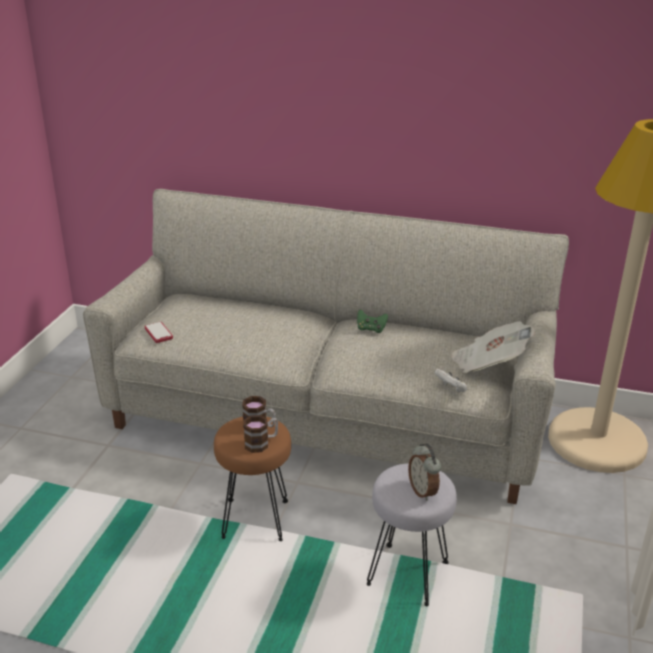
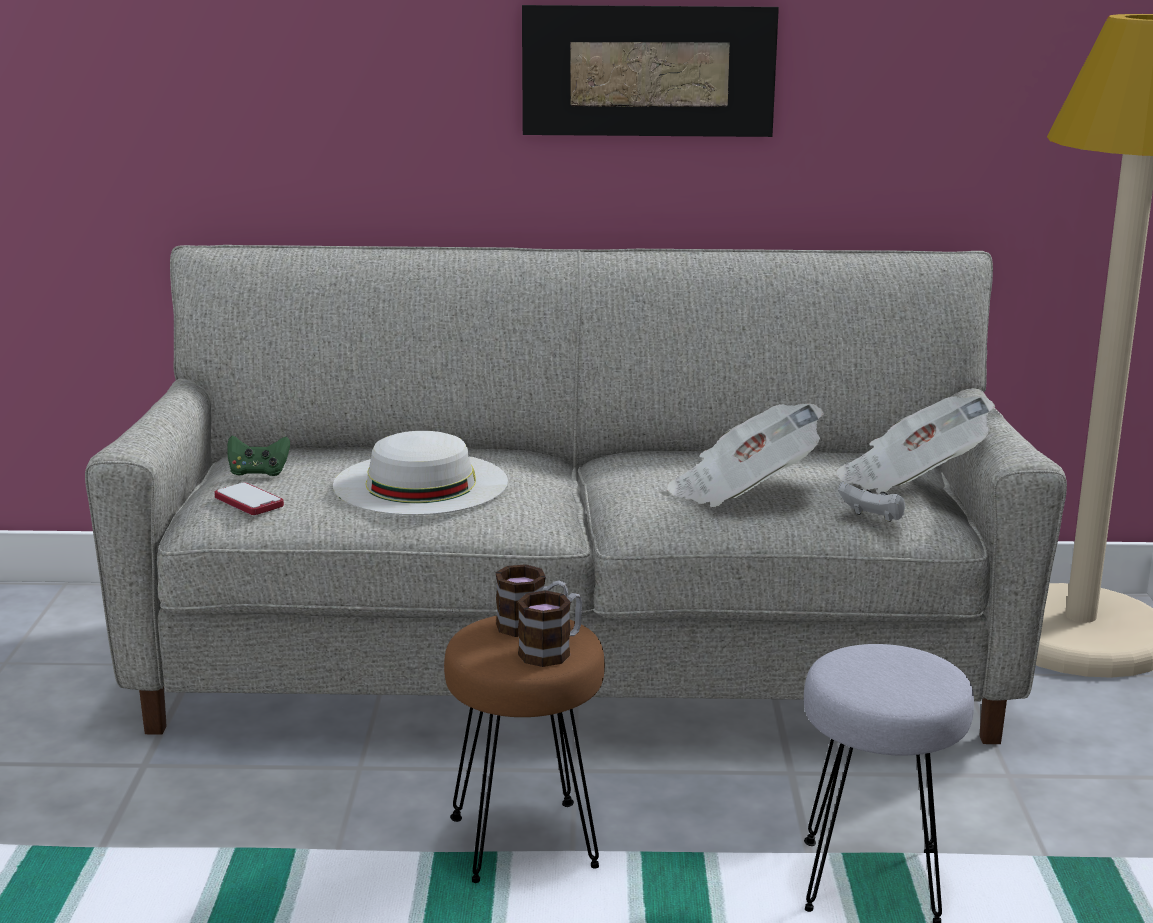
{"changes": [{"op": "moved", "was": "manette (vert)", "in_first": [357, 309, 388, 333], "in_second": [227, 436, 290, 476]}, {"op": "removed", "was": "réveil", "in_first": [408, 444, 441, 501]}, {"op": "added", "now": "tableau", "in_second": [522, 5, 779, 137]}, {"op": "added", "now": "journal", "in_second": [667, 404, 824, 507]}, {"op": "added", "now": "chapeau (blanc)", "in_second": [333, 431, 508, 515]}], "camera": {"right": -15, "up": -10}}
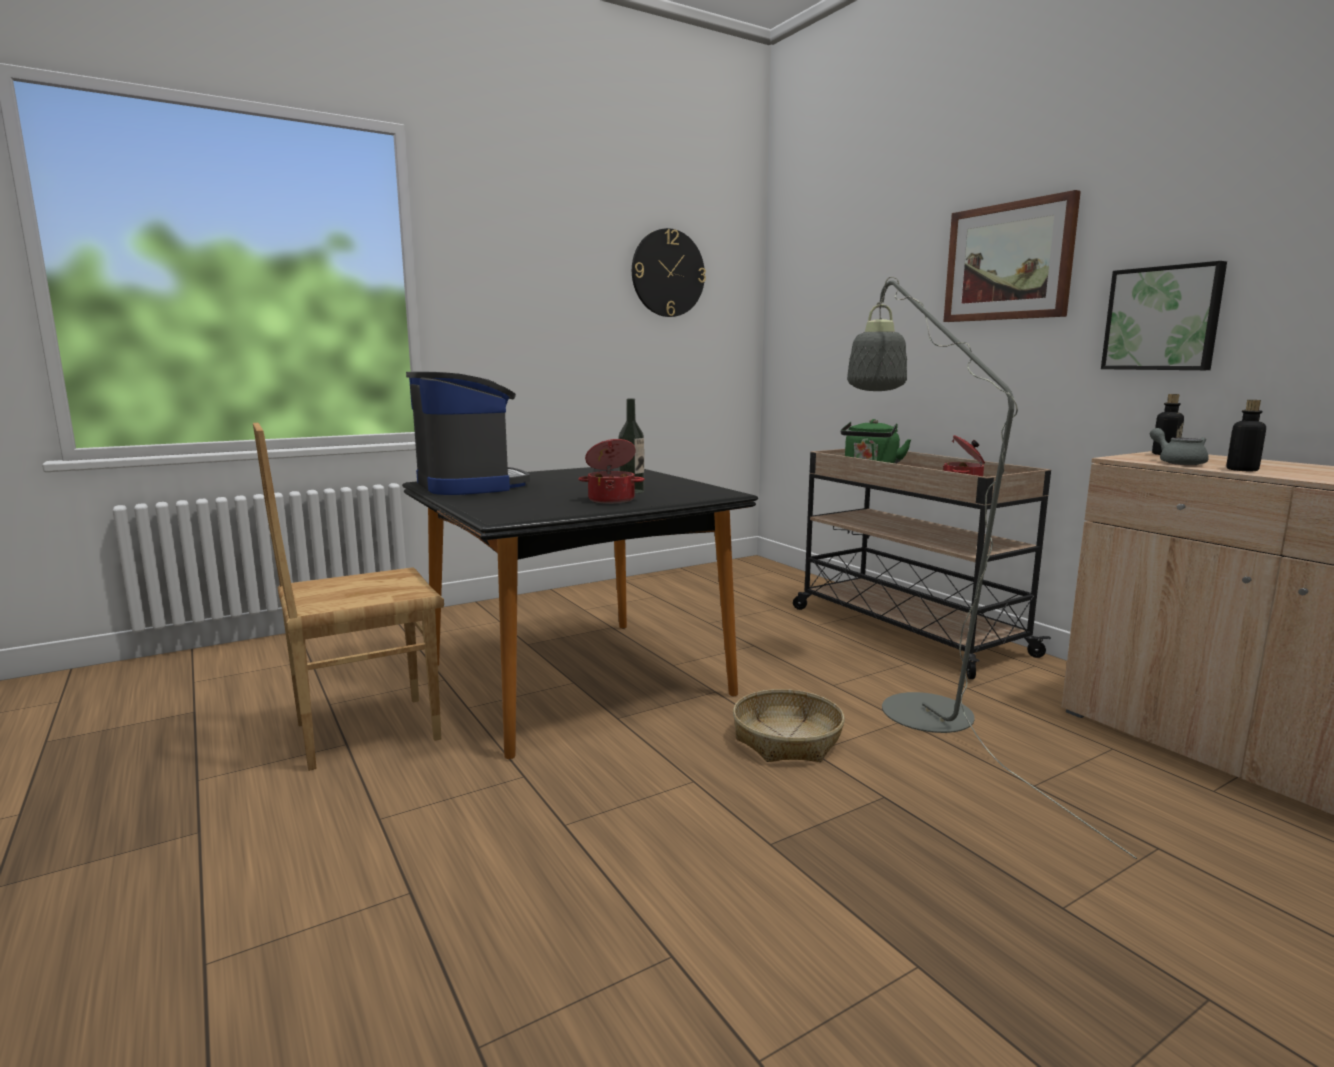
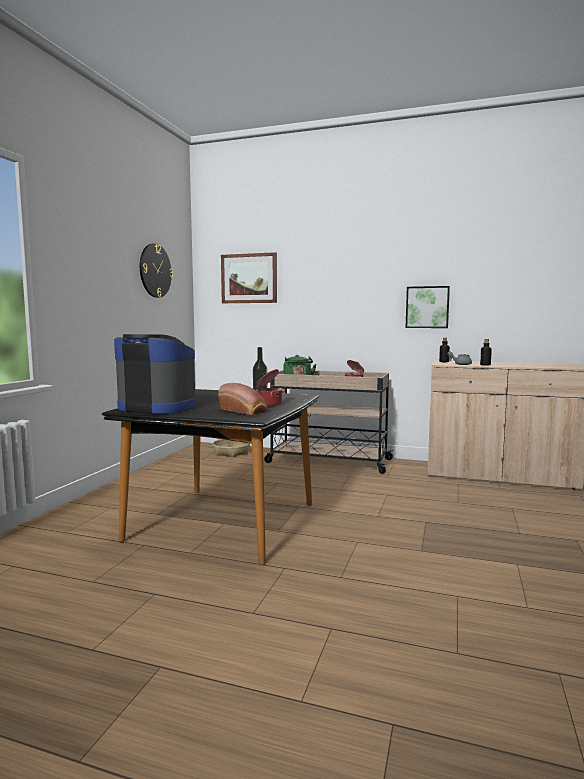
{"changes": [{"op": "moved", "was": "tableau", "in_first": [943, 190, 1081, 322], "in_second": [221, 252, 277, 303]}, {"op": "removed", "was": "lampadaire (gris)", "in_first": [847, 277, 1137, 859]}, {"op": "removed", "was": "chaise (marron)", "in_first": [253, 423, 444, 771]}, {"op": "moved", "was": "panier", "in_first": [733, 689, 845, 762], "in_second": [213, 439, 250, 457]}, {"op": "added", "now": "pain", "in_second": [218, 383, 267, 415]}], "camera": {"right": -40, "up": -5}}
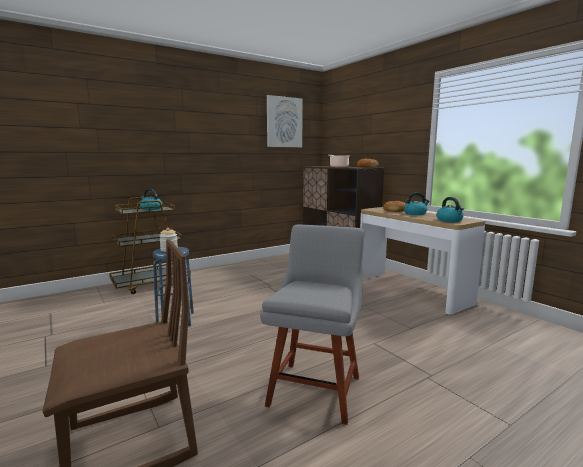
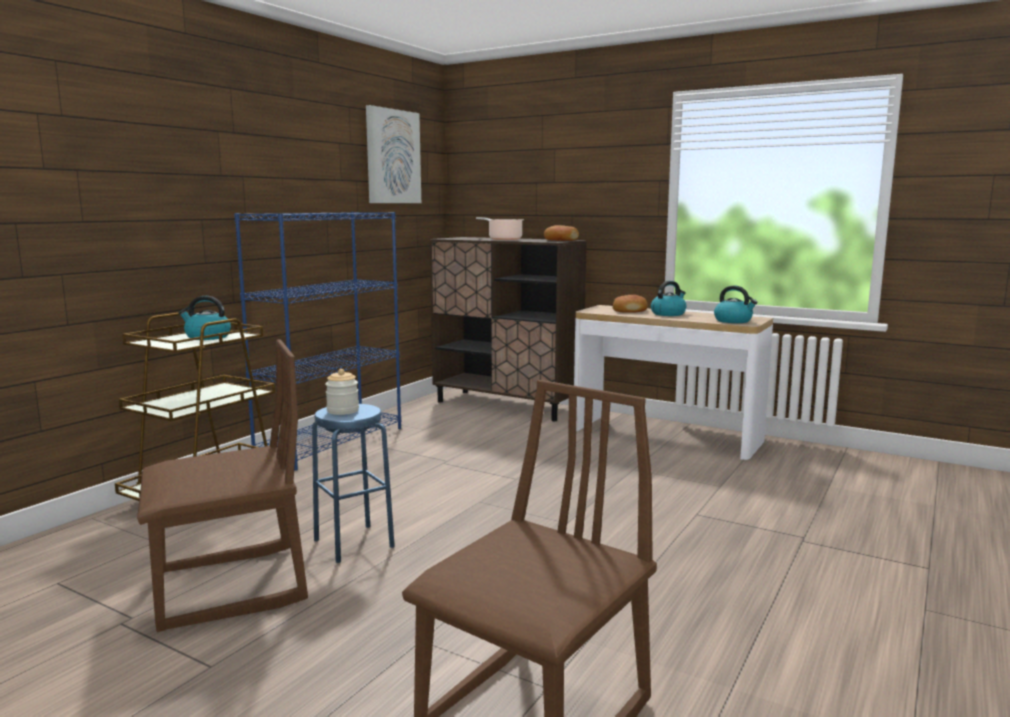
{"changes": [{"op": "removed", "was": "chaise (gris)", "in_first": [260, 224, 364, 425]}, {"op": "added", "now": "bibliothèque (bleu)", "in_second": [234, 212, 401, 471]}, {"op": "added", "now": "chaise (marron)", "in_second": [137, 339, 308, 632]}], "camera": {"right": -25, "up": 0}}
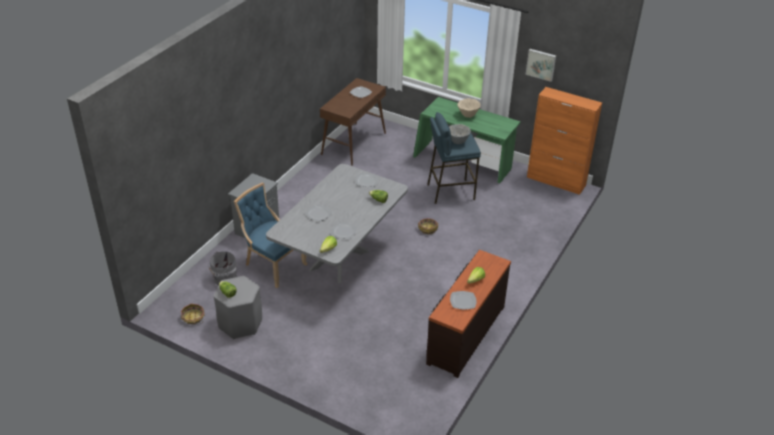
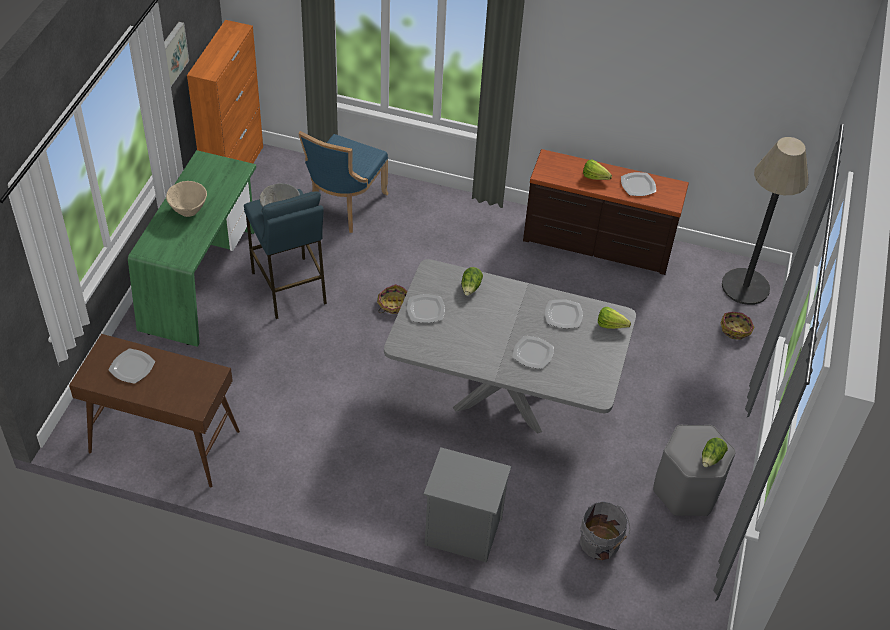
{"changes": [{"op": "moved", "was": "chaise (bleu)", "in_first": [234, 182, 307, 288], "in_second": [298, 131, 389, 233]}, {"op": "moved", "was": "panier", "in_first": [181, 303, 205, 324], "in_second": [721, 312, 754, 340]}, {"op": "added", "now": "lampadaire", "in_second": [722, 137, 809, 305]}], "camera": {"right": -105, "up": 10}}
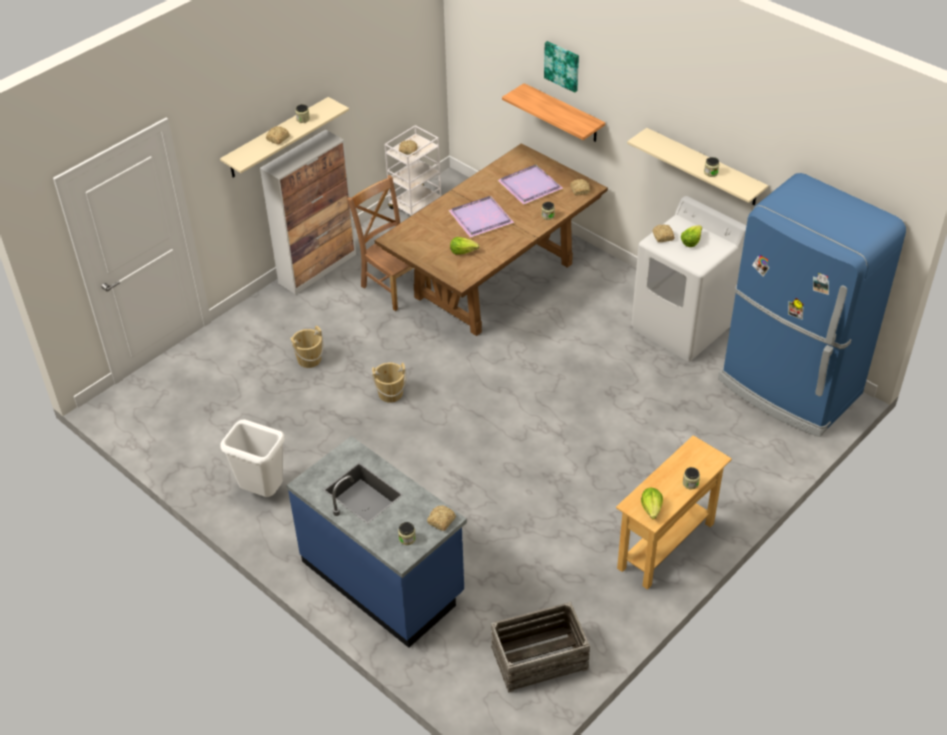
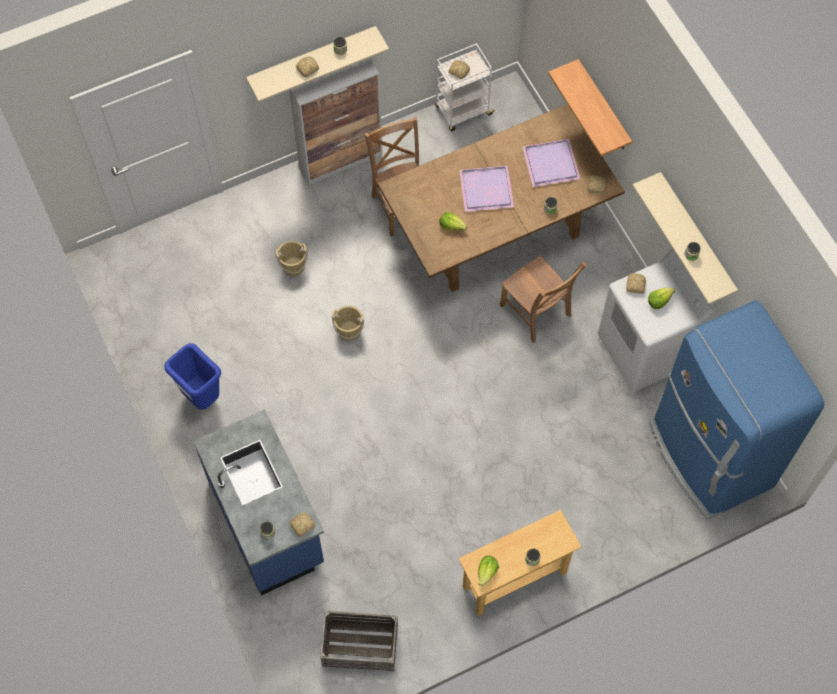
{"changes": [{"op": "removed", "was": "tableau", "in_first": [544, 41, 579, 93]}, {"op": "recoloured", "was": "poubelle (blanc)", "now": "poubelle (bleu)", "in_first": [220, 419, 285, 497], "in_second": [164, 343, 221, 410]}, {"op": "added", "now": "chaise (marron)", "in_second": [500, 256, 587, 343]}], "camera": {"right": 20, "up": 20}}
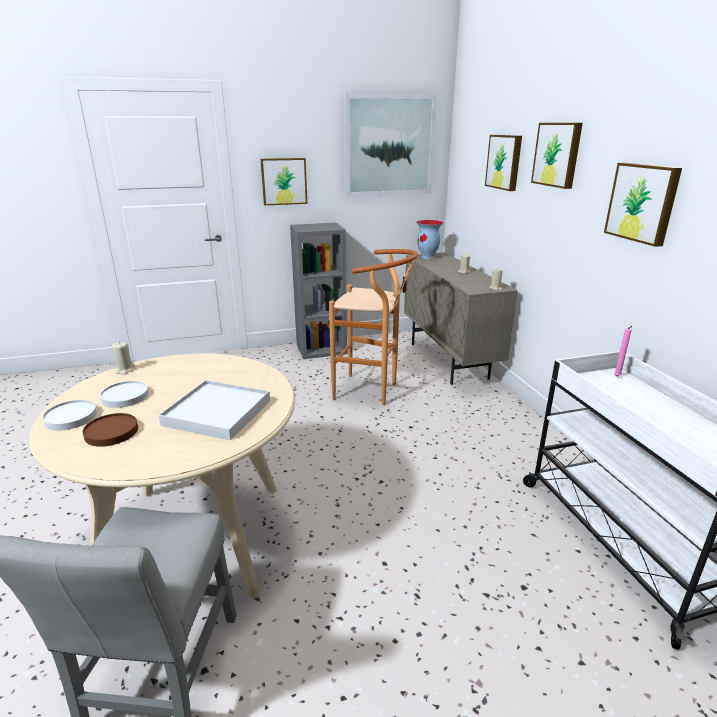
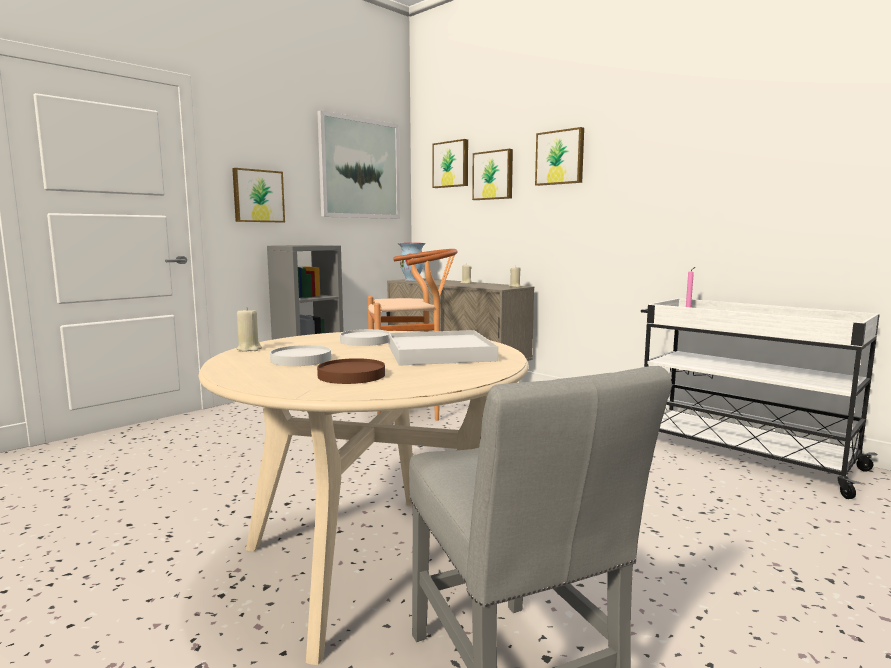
{"changes": [{"op": "moved", "was": "tableau", "in_first": [604, 163, 682, 247], "in_second": [432, 139, 468, 188]}, {"op": "moved", "was": "assiette (blanc)", "in_first": [42, 400, 97, 430], "in_second": [340, 329, 391, 346]}], "camera": {"right": -30, "up": -15}}
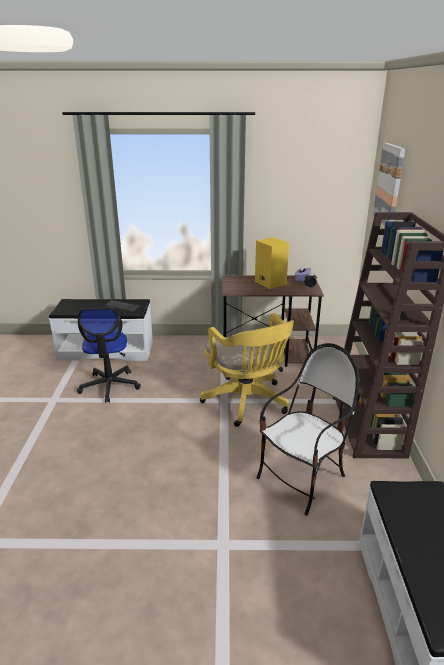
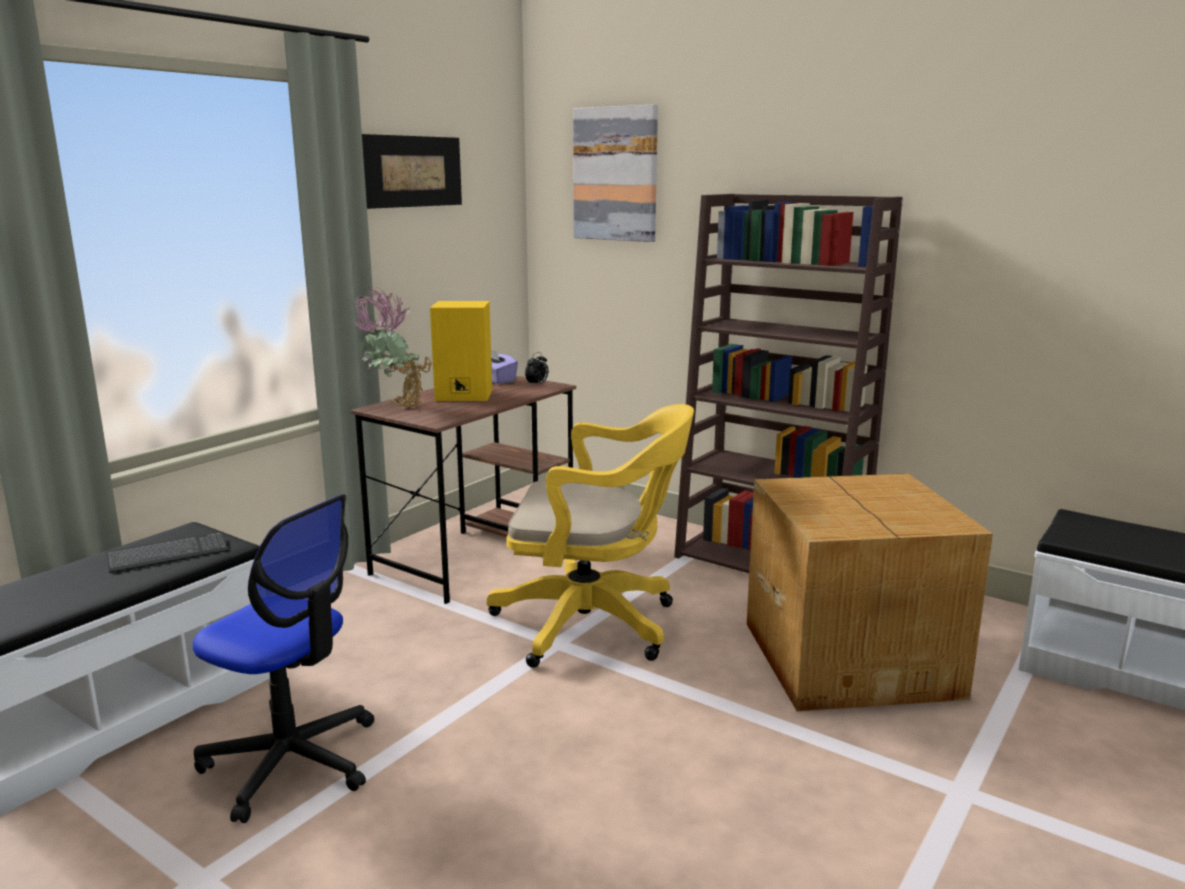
{"changes": [{"op": "replaced", "was": "chaise", "now": "carton", "in_first": [257, 343, 359, 516], "in_second": [747, 473, 993, 711]}, {"op": "added", "now": "tableau", "in_second": [362, 134, 462, 209]}, {"op": "added", "now": "plante en pot", "in_second": [353, 288, 432, 409]}], "camera": {"right": -55, "up": -10}}
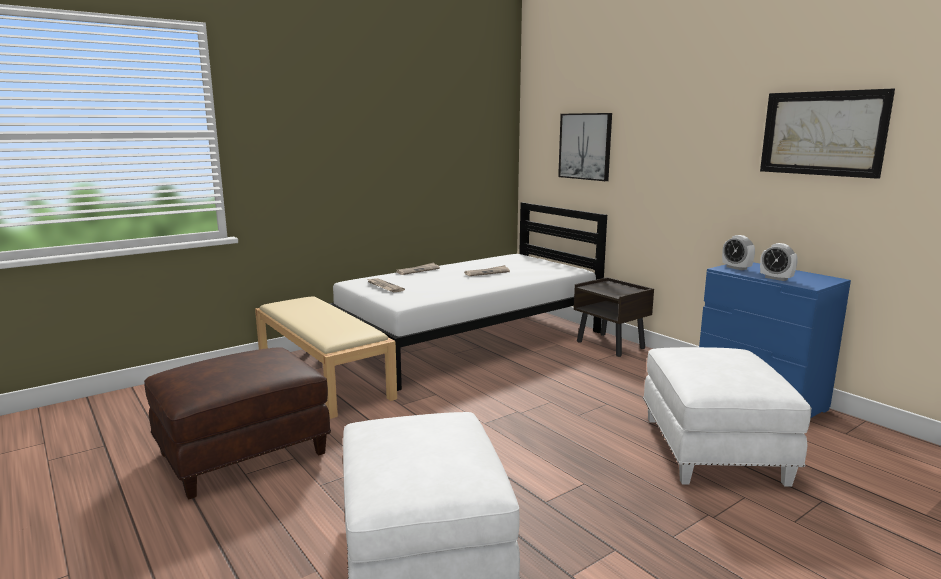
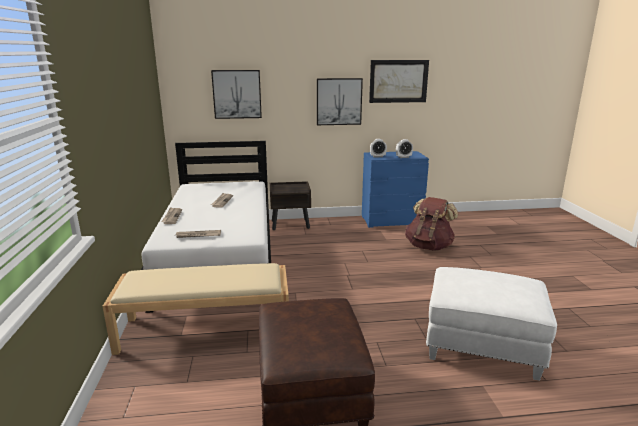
{"changes": [{"op": "replaced", "was": "pouf (blanc)", "now": "sac à dos (marron)", "in_first": [643, 347, 812, 487], "in_second": [405, 197, 458, 251]}, {"op": "added", "now": "tableau", "in_second": [317, 78, 363, 125]}], "camera": {"right": -60, "up": 5}}
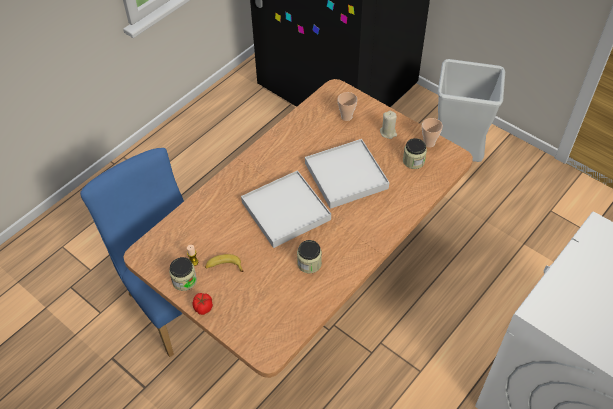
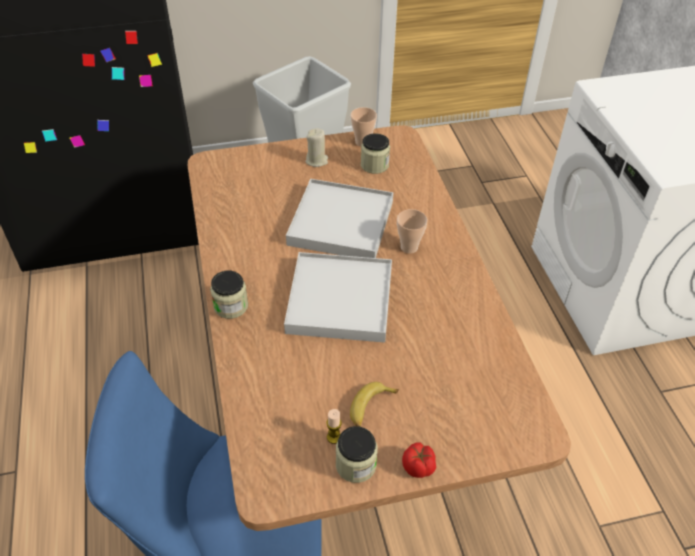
{"changes": [{"op": "moved", "was": "tasse", "in_first": [337, 92, 357, 121], "in_second": [397, 209, 428, 254]}, {"op": "moved", "was": "bocal", "in_first": [297, 240, 322, 273], "in_second": [210, 271, 248, 319]}], "camera": {"right": -55, "up": -5}}
